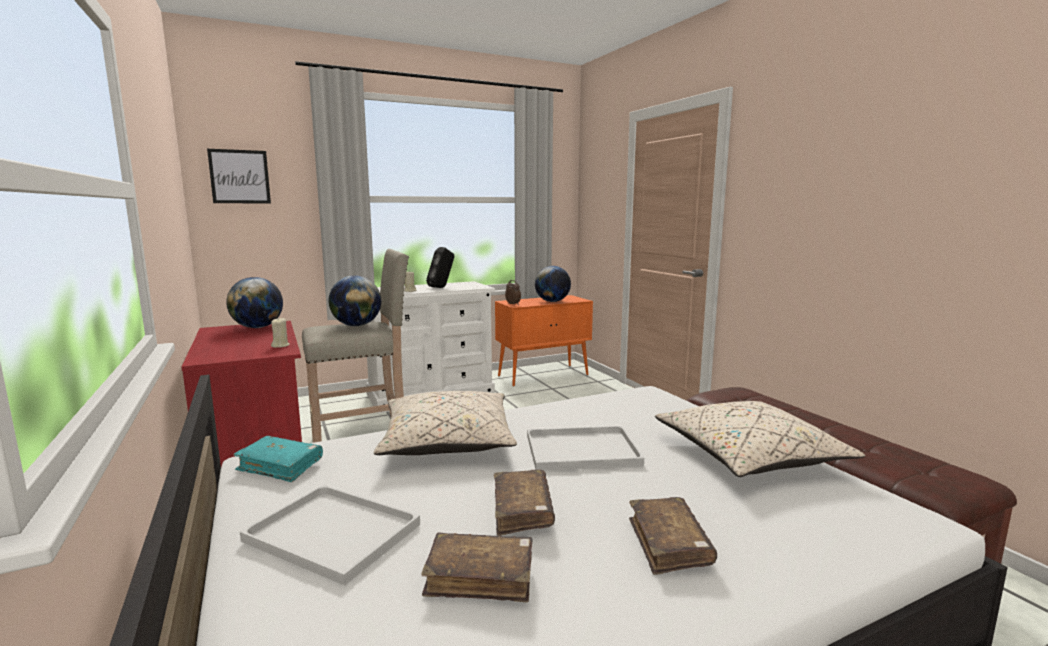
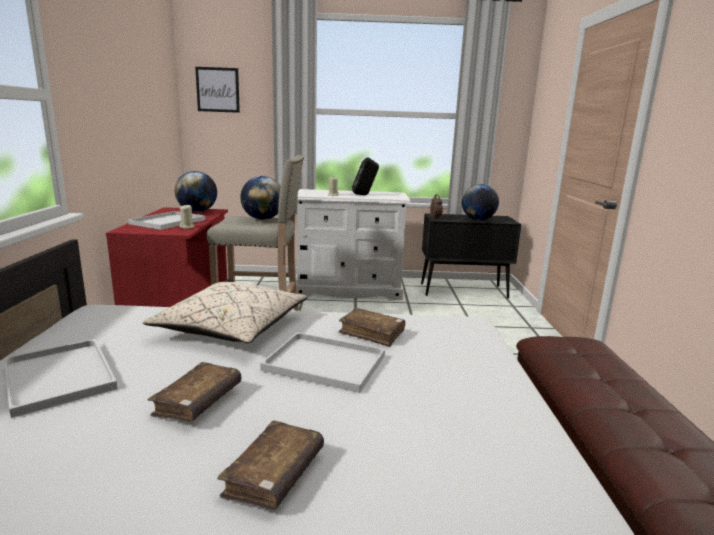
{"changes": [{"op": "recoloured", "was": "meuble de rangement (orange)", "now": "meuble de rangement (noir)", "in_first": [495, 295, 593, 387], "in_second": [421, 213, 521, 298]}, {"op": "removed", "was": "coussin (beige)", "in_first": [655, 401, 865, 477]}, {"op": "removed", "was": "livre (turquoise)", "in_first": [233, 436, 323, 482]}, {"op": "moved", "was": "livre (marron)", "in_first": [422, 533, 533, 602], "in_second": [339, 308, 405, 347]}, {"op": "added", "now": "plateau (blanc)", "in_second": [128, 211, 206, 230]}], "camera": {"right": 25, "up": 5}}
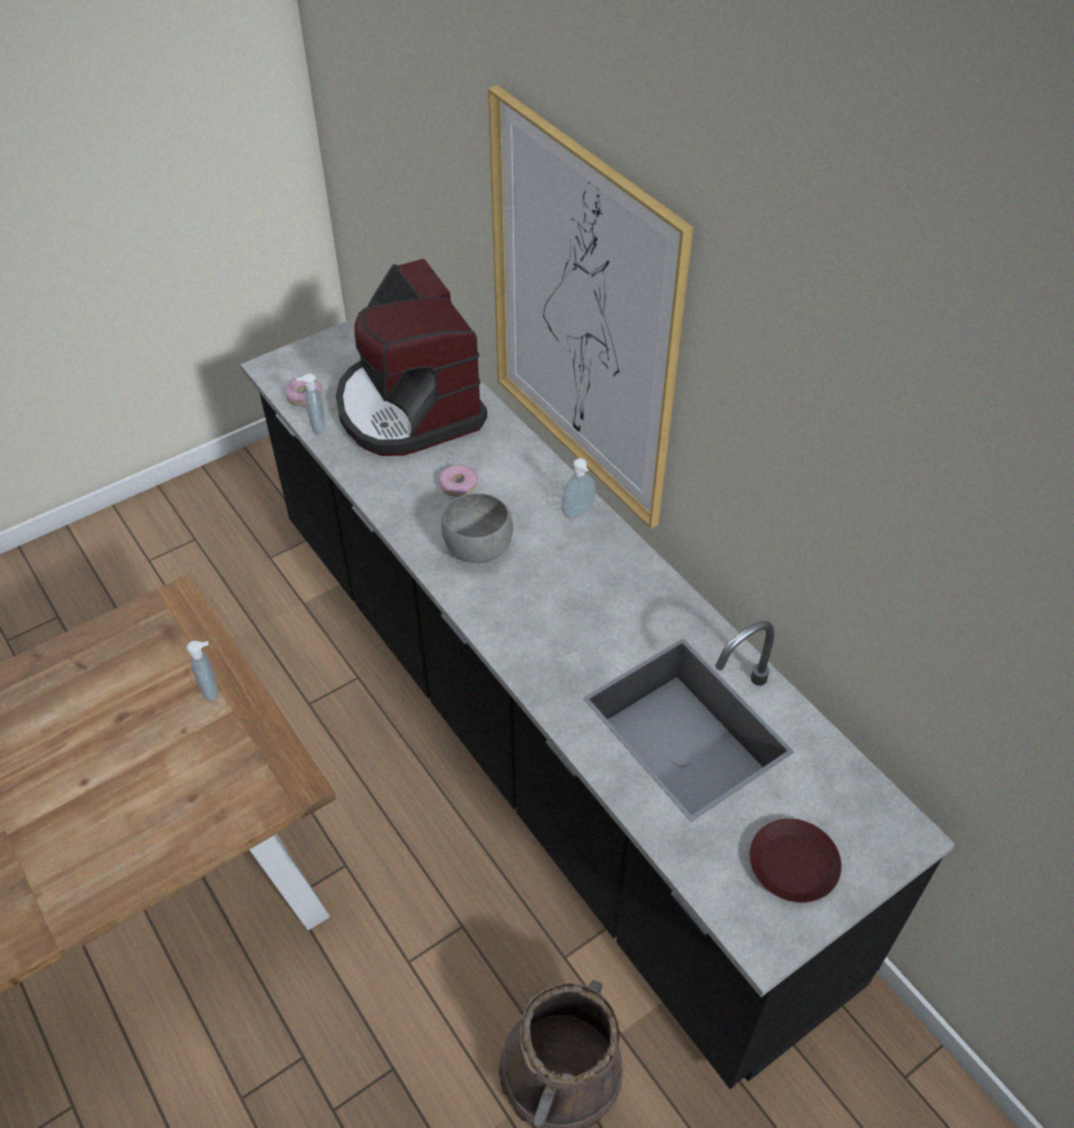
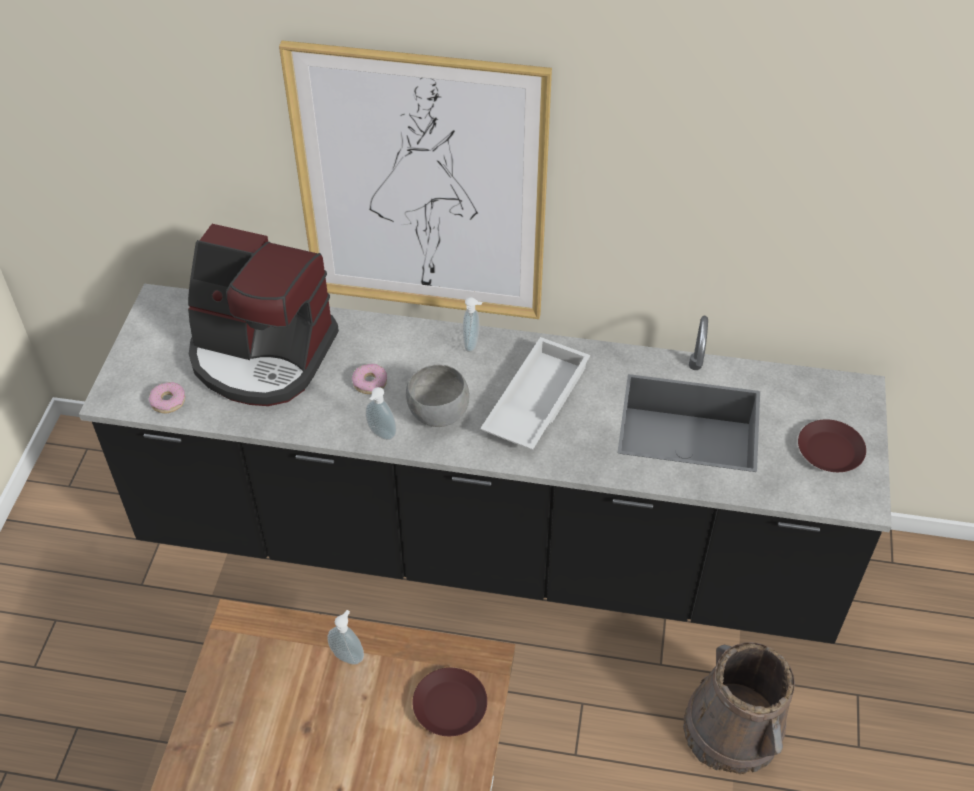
{"changes": [{"op": "moved", "was": "distributeur de savon", "in_first": [296, 373, 325, 435], "in_second": [366, 387, 397, 440]}, {"op": "added", "now": "plateau (blanc)", "in_second": [480, 337, 590, 450]}, {"op": "added", "now": "assiette (marron)", "in_second": [412, 668, 487, 736]}], "camera": {"right": -45, "up": 0}}
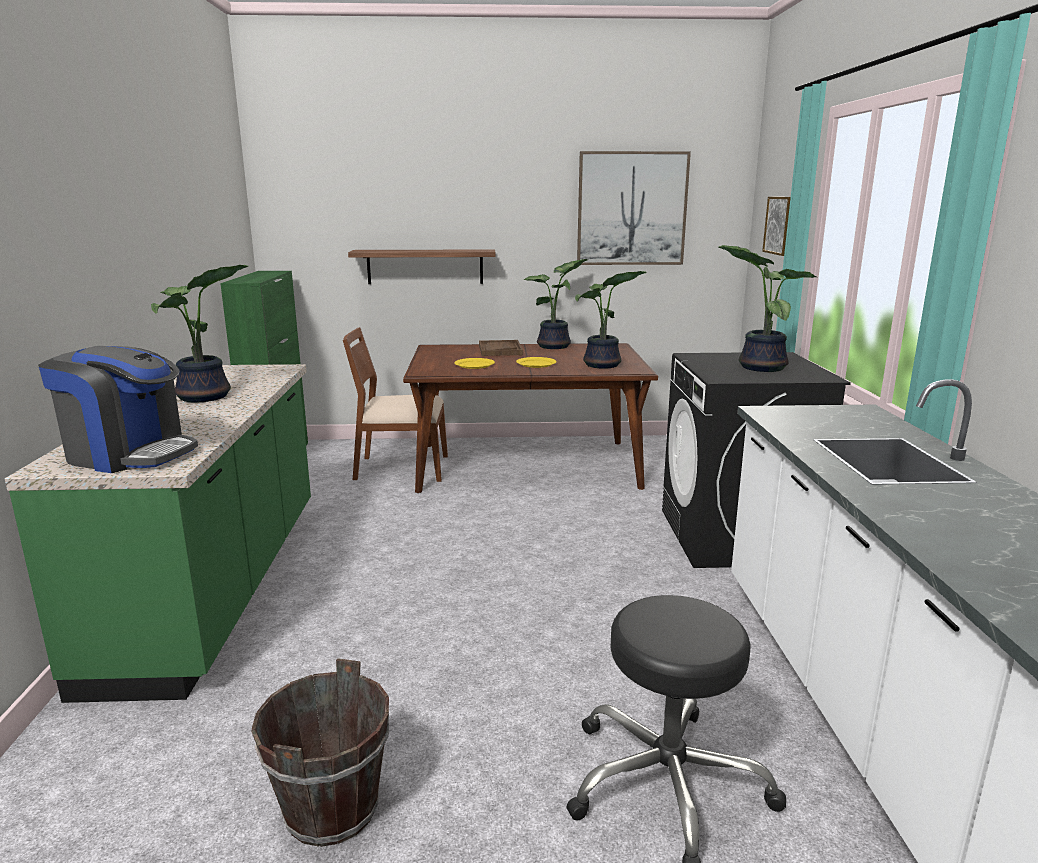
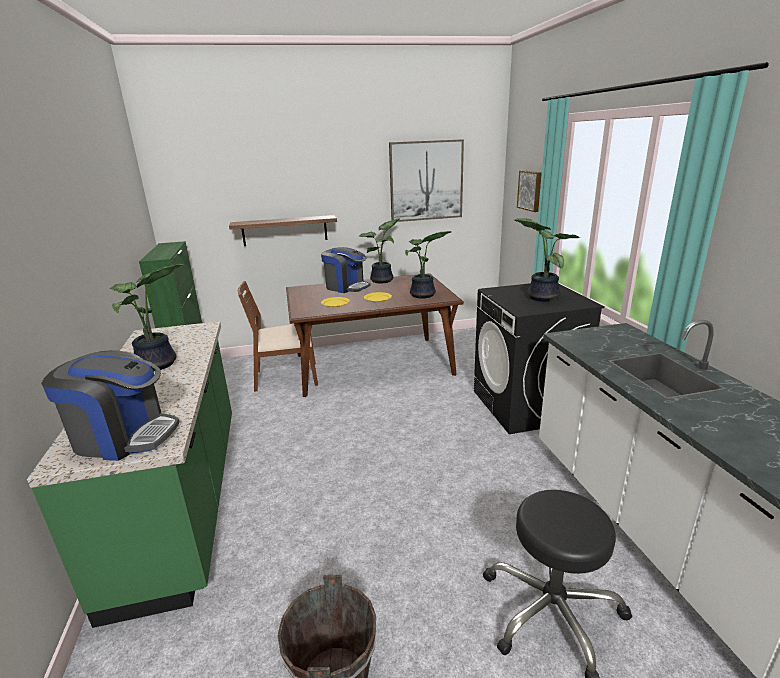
{"changes": [{"op": "replaced", "was": "plateau (marron)", "now": "machine à café", "in_first": [479, 340, 523, 356], "in_second": [321, 247, 370, 293]}], "camera": {"right": -10, "up": 5}}
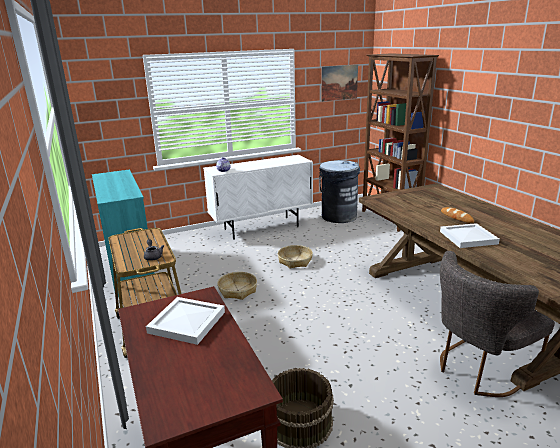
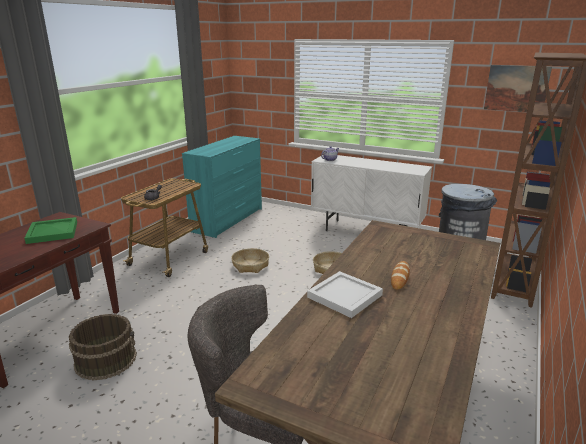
{"changes": [{"op": "recoloured", "was": "plateau (blanc)", "now": "plateau (vert)", "in_first": [146, 297, 225, 345], "in_second": [24, 217, 77, 244]}], "camera": {"right": 50, "up": 0}}
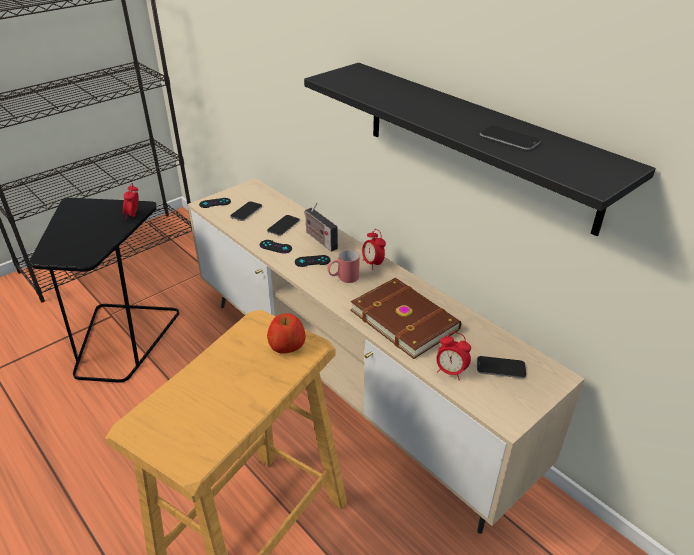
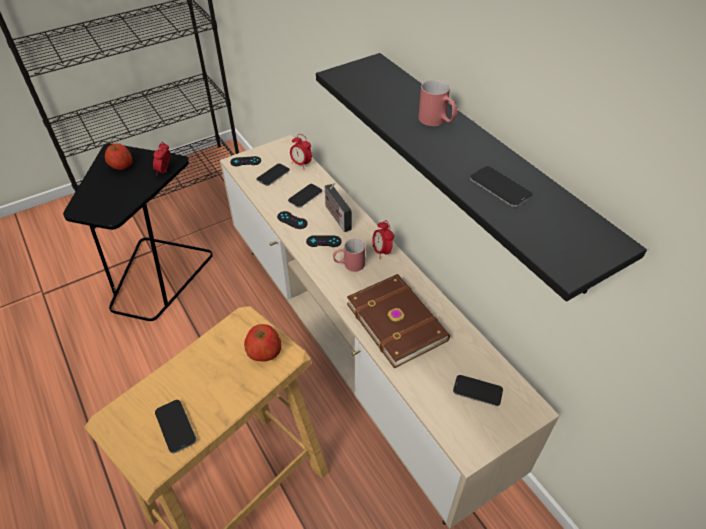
{"changes": [{"op": "moved", "was": "réveil", "in_first": [436, 332, 471, 380], "in_second": [290, 134, 312, 168]}, {"op": "added", "now": "mug (rouge)", "in_second": [418, 80, 458, 126]}, {"op": "added", "now": "pomme", "in_second": [105, 143, 132, 170]}, {"op": "added", "now": "téléphone", "in_second": [155, 400, 196, 454]}], "camera": {"right": 10, "up": 10}}
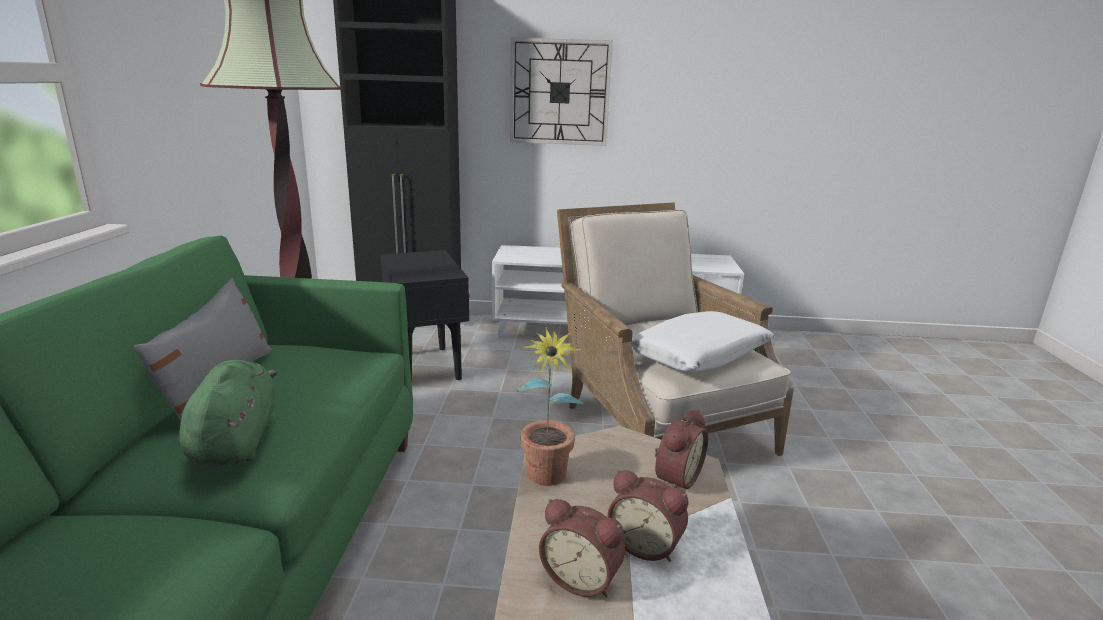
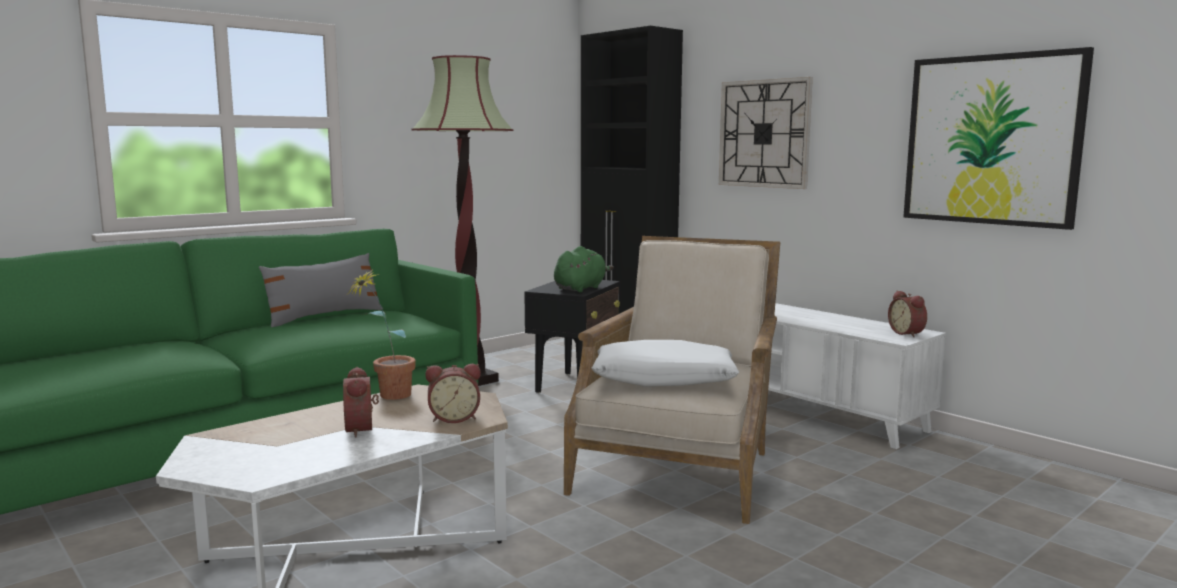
{"changes": [{"op": "moved", "was": "peluche (vert)", "in_first": [179, 360, 277, 466], "in_second": [554, 246, 614, 292]}, {"op": "moved", "was": "réveil", "in_first": [539, 499, 625, 597], "in_second": [888, 291, 927, 337]}, {"op": "added", "now": "tableau", "in_second": [903, 47, 1094, 230]}], "camera": {"right": 45, "up": -10}}
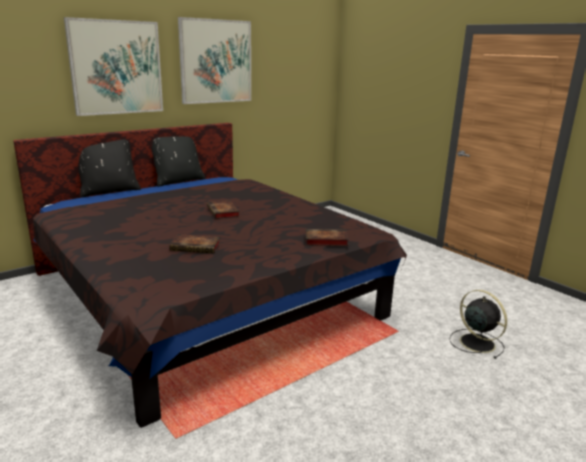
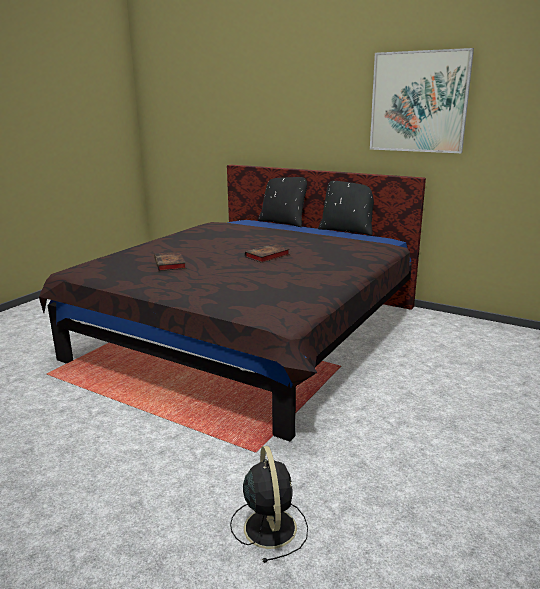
{"changes": [{"op": "removed", "was": "tableau", "in_first": [64, 17, 163, 116]}, {"op": "removed", "was": "livre", "in_first": [305, 229, 349, 246]}, {"op": "turned", "was": "ventilateur (noir)", "in_first": [450, 290, 507, 359], "in_second": [230, 446, 308, 563], "clockwise": -45}], "camera": {"right": 70, "up": 0}}
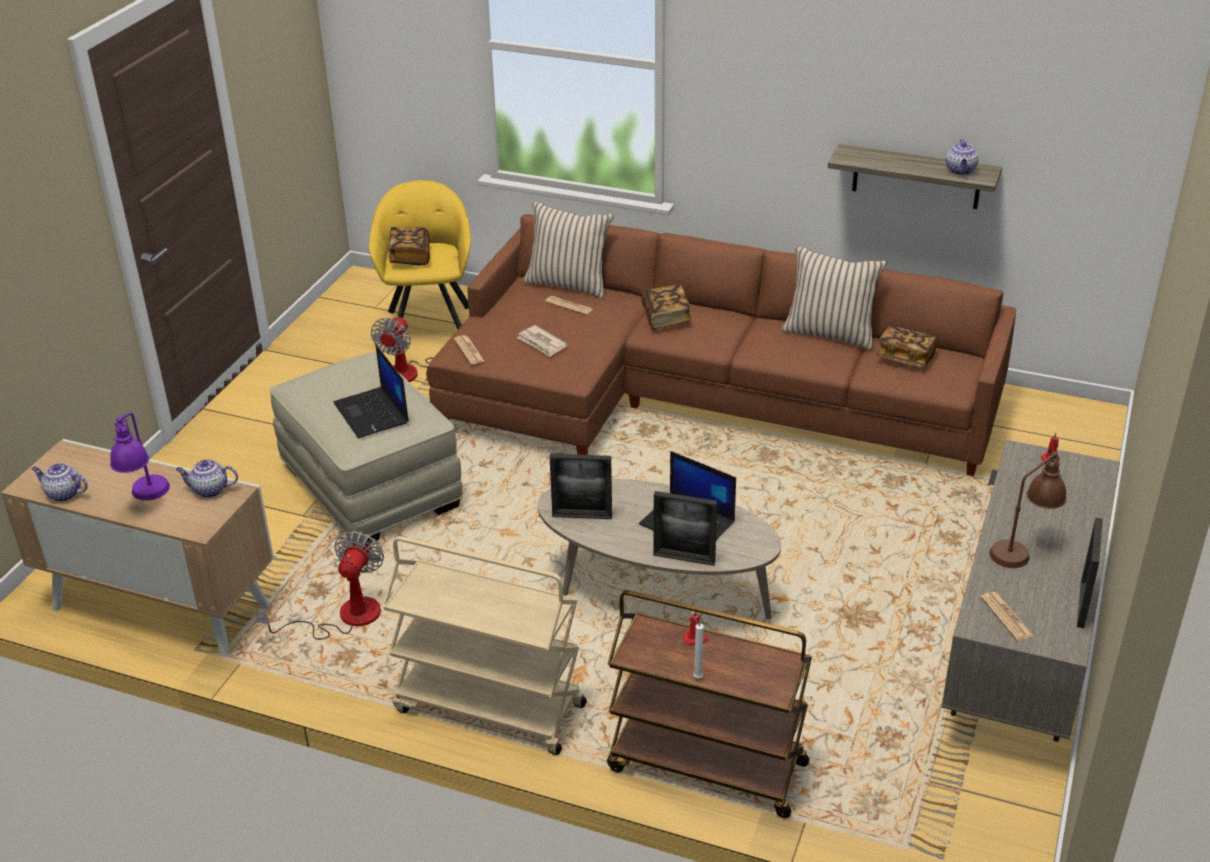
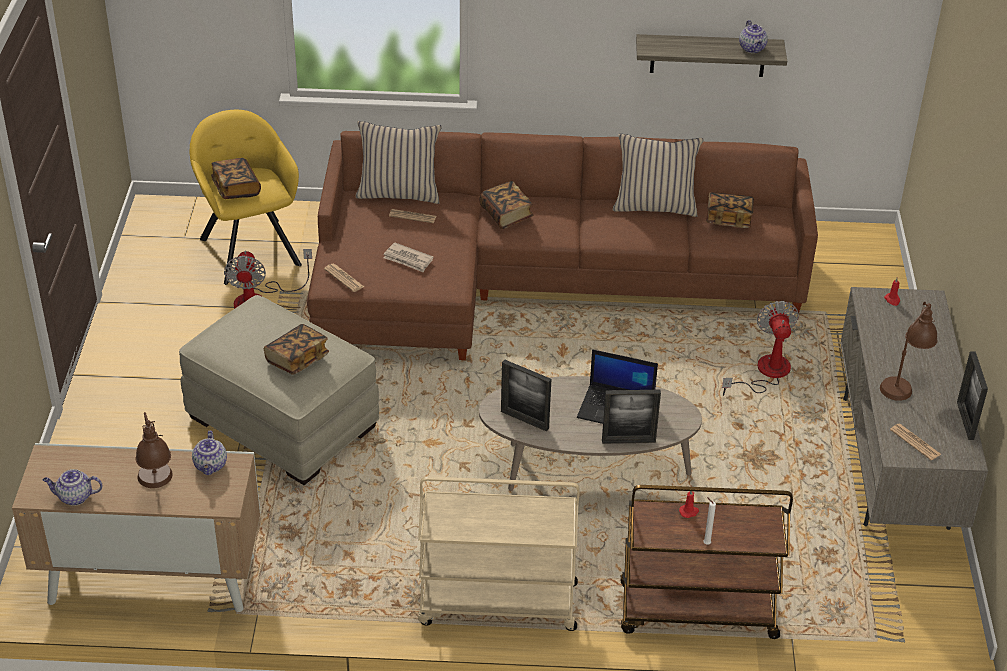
{"changes": [{"op": "replaced", "was": "ordinateur portable", "now": "livre", "in_first": [334, 345, 409, 438], "in_second": [264, 324, 329, 375]}, {"op": "recoloured", "was": "lampe de table (violet)", "now": "lampe de table (marron)", "in_first": [110, 412, 170, 500], "in_second": [136, 412, 173, 488]}, {"op": "turned", "was": "cadre photo", "in_first": [550, 454, 612, 519], "in_second": [501, 360, 551, 431], "clockwise": 45}, {"op": "turned", "was": "théière", "in_first": [175, 459, 238, 498], "in_second": [192, 431, 227, 475], "clockwise": -75}, {"op": "moved", "was": "ventilateur", "in_first": [256, 531, 384, 640], "in_second": [722, 301, 799, 396]}], "camera": {"right": -20, "up": 5}}
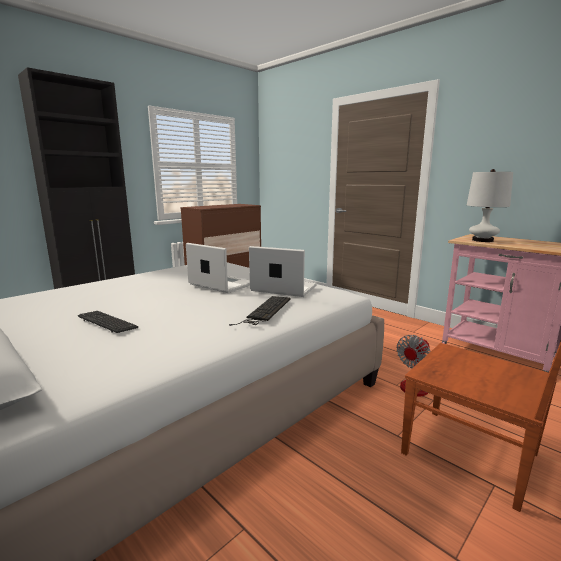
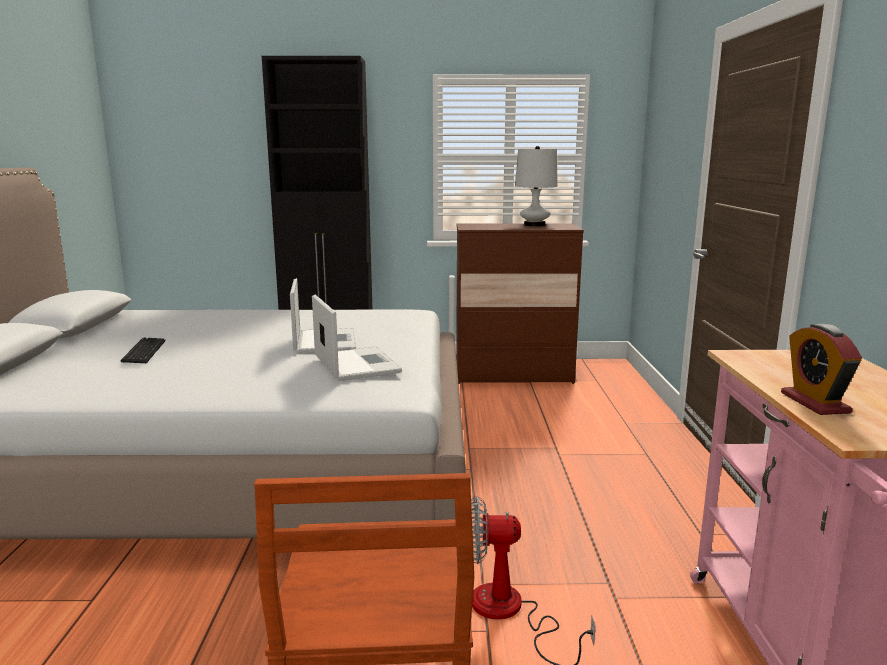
{"changes": [{"op": "moved", "was": "lampe de table (blanc)", "in_first": [467, 169, 513, 242], "in_second": [515, 146, 558, 226]}, {"op": "removed", "was": "clavier", "in_first": [229, 296, 291, 326]}, {"op": "added", "now": "réveil", "in_second": [781, 324, 862, 415]}], "camera": {"right": 45, "up": 0}}
